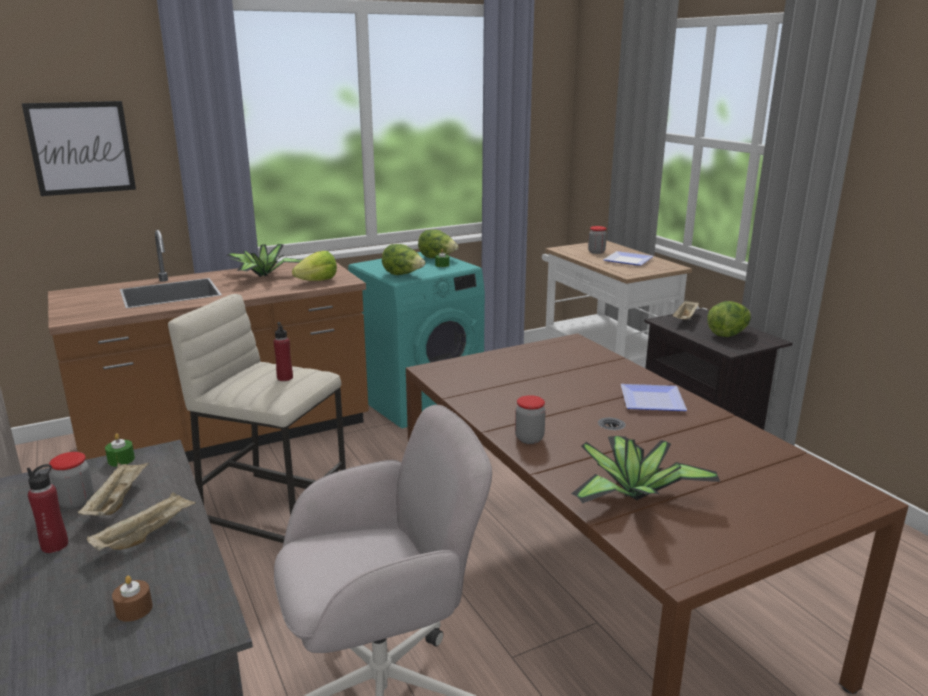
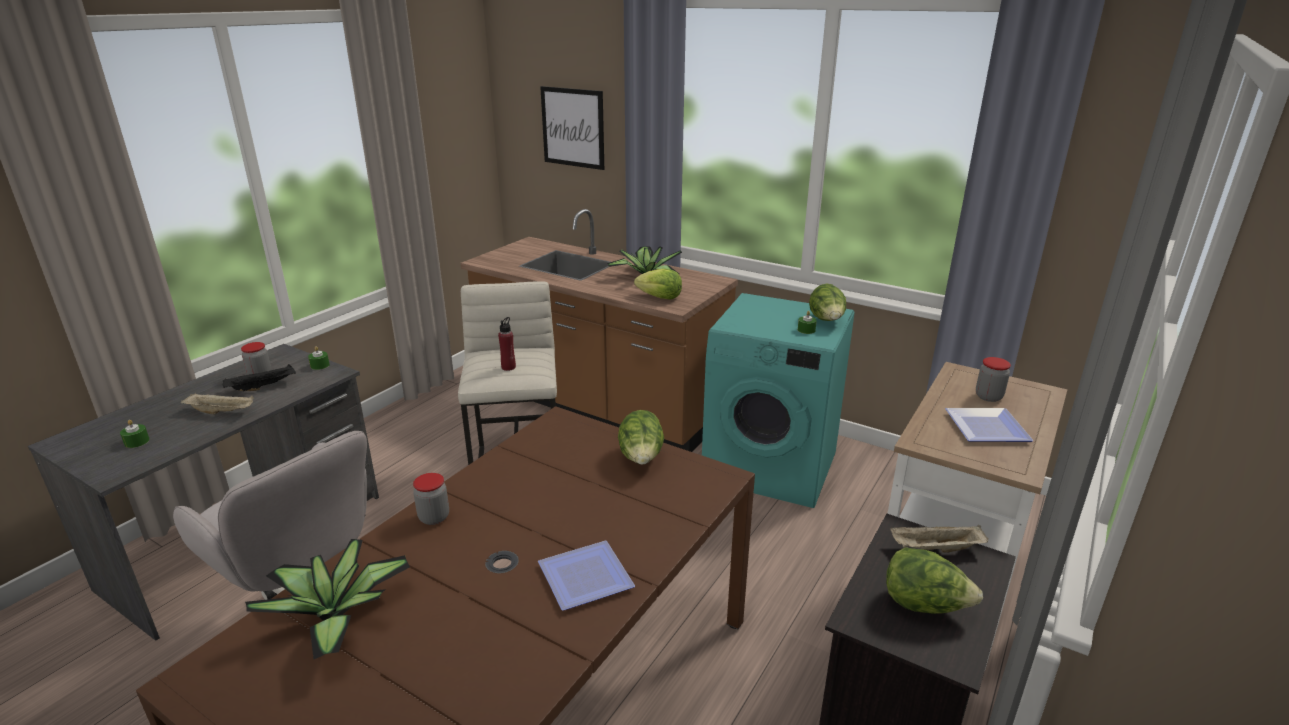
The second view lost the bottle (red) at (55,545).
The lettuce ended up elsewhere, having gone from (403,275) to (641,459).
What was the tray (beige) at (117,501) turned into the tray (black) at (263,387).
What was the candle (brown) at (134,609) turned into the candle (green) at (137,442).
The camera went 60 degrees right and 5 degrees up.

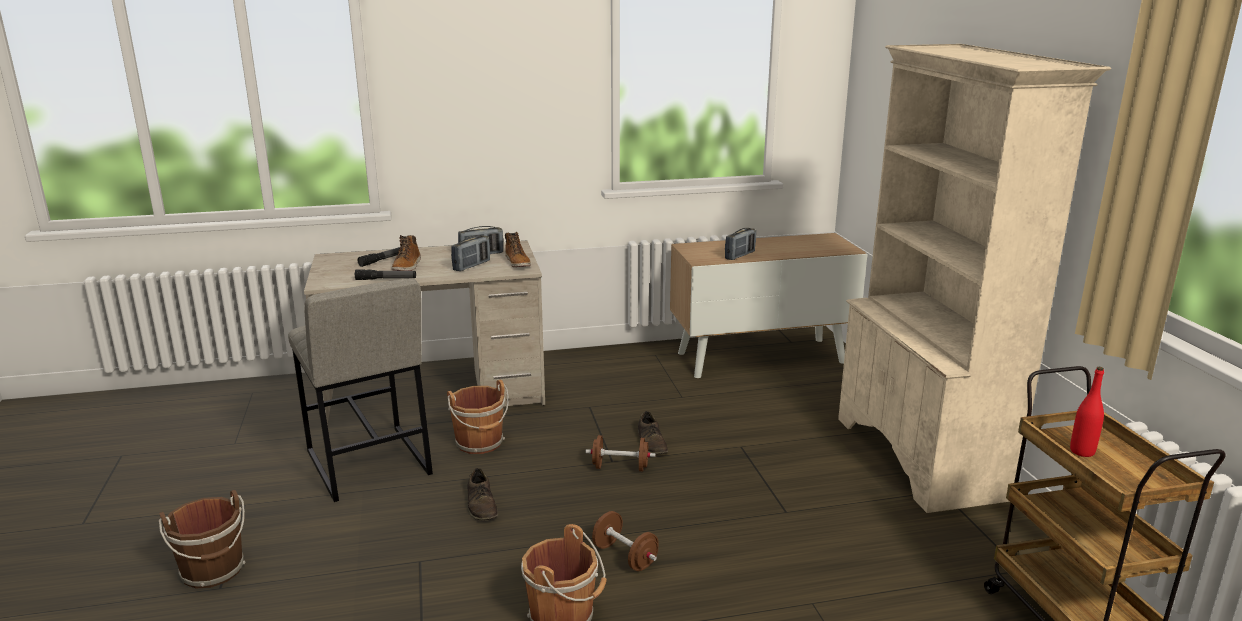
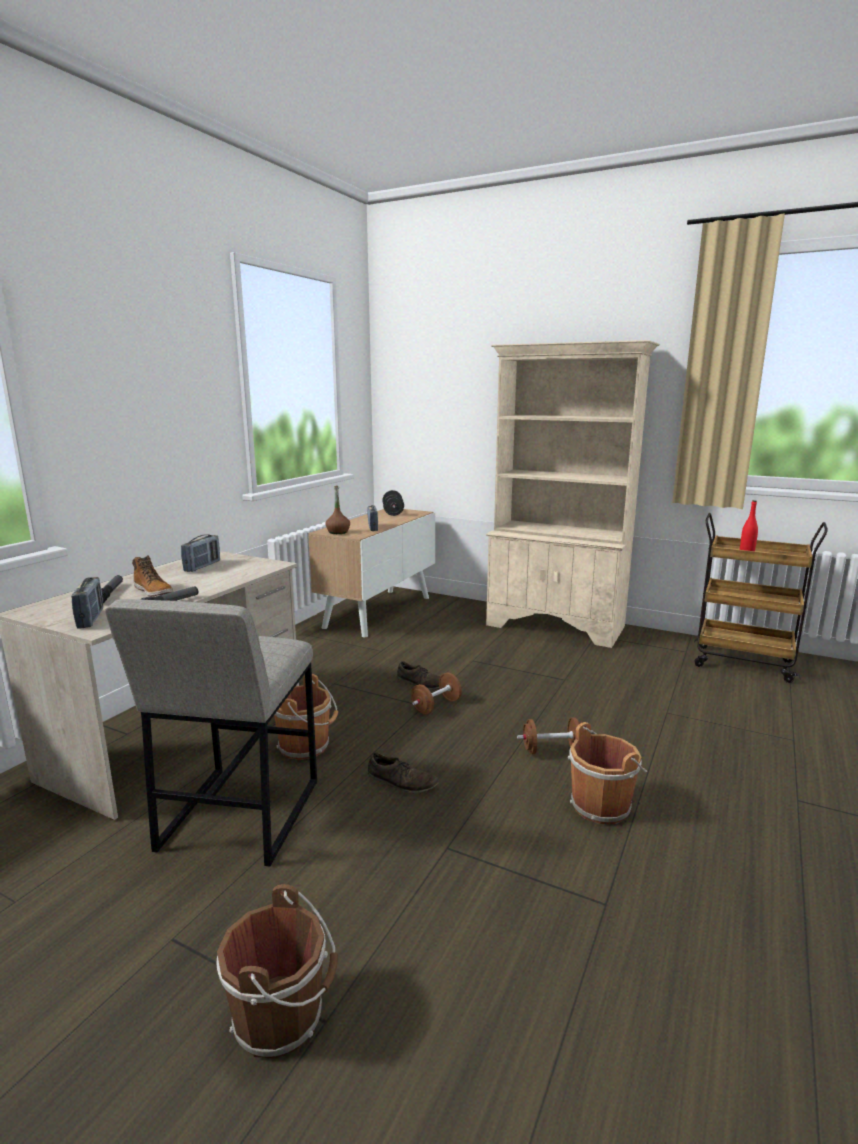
The second view lost the boot at (518,262).
The second view gained the bottle (brown) at (338,532).
The second view gained the dumbbell (black) at (393,512).
The radio ended up elsewhere, having gone from (471,266) to (90,619).
The chair (grey) at (369,464) ended up facing another way, 90 degrees clockwise from before.
The camera went 50 degrees left and 5 degrees down.

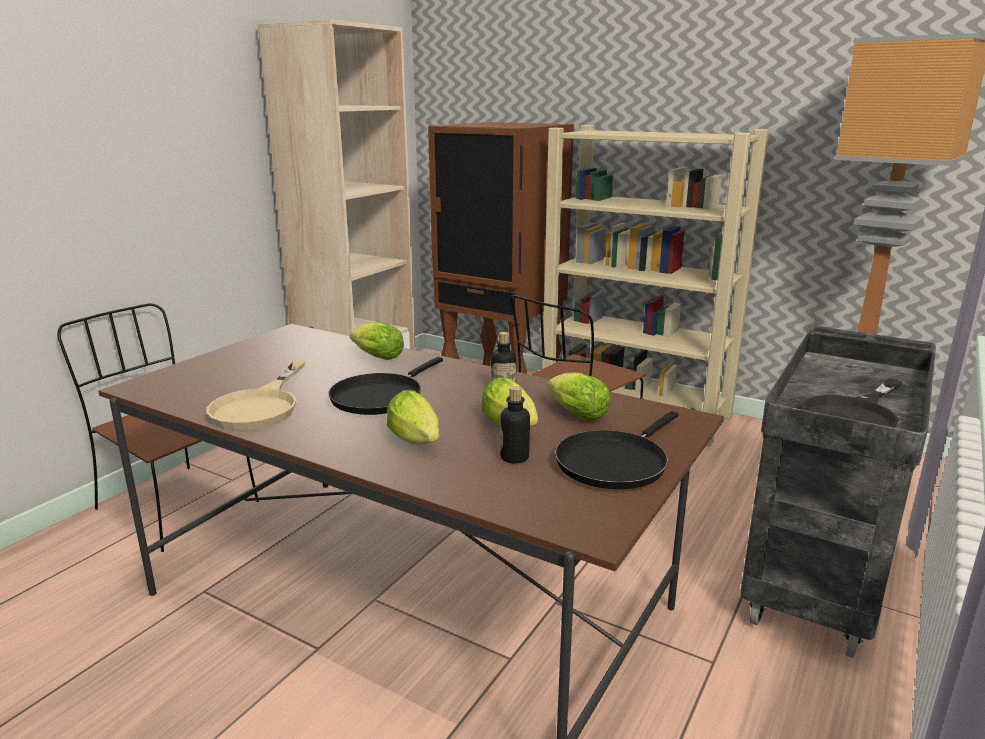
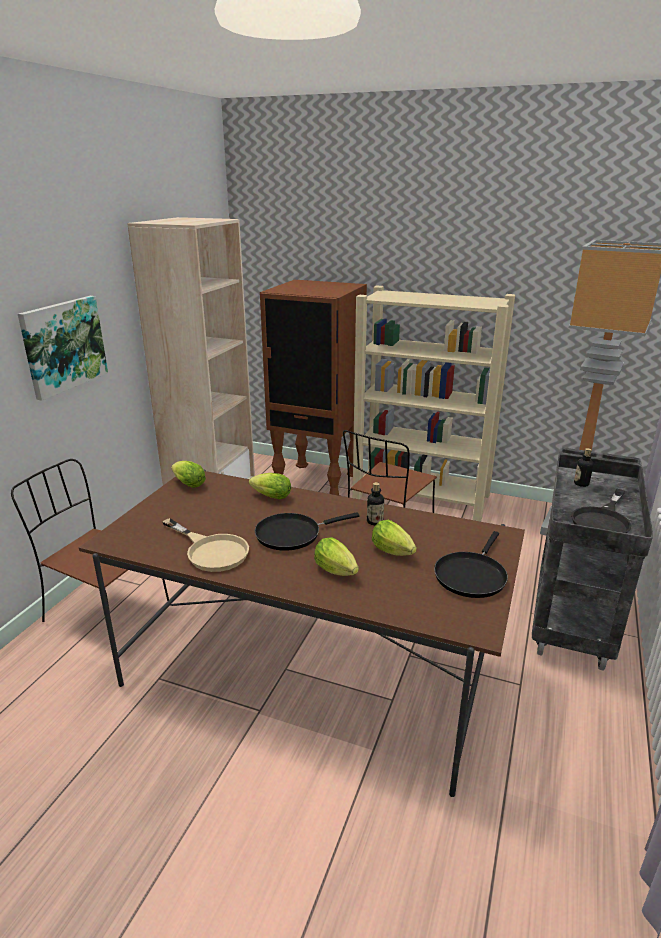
The second view gained the picture at (63,345).
The bottle ended up elsewhere, having gone from (514,457) to (581,483).
The lettuce ended up elsewhere, having gone from (575,414) to (187,484).
The frying pan (beige) at (260,406) ended up facing another way, 45 degrees counterclockwise from before.
The frying pan (black) at (380,397) ended up facing another way, 45 degrees clockwise from before.
The camera went 10 degrees left and 5 degrees up.

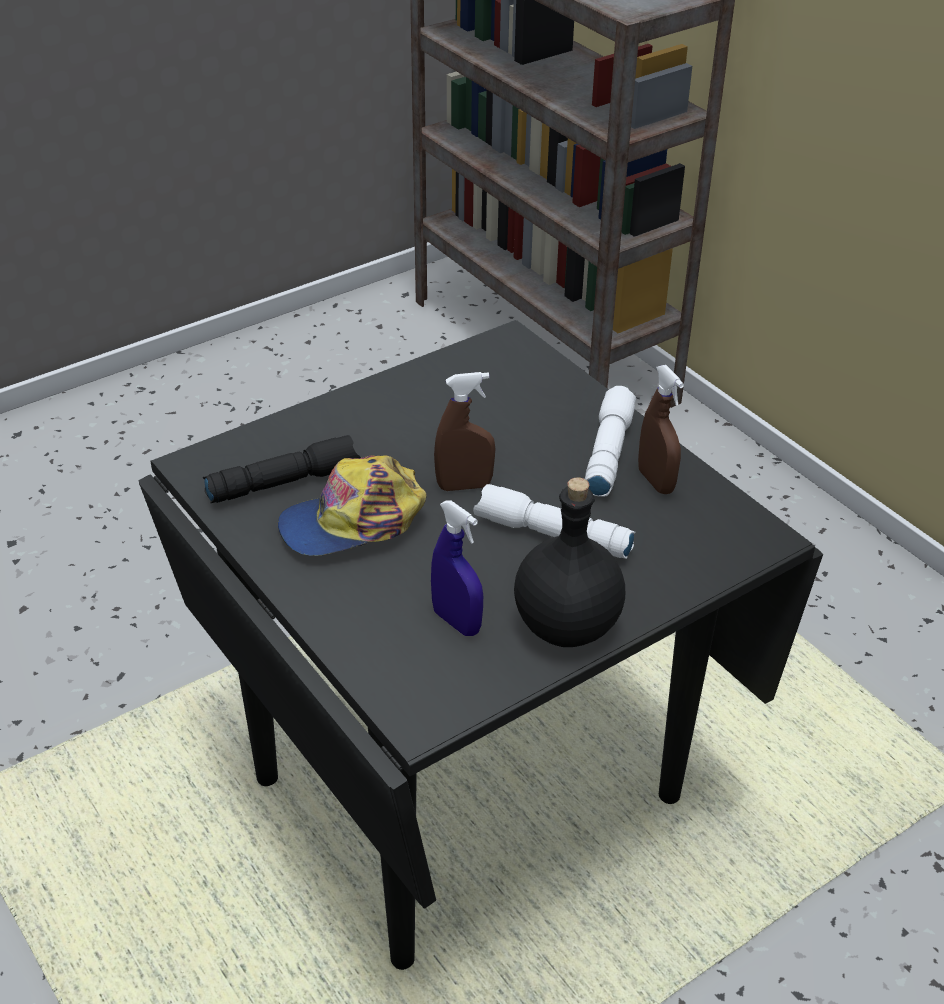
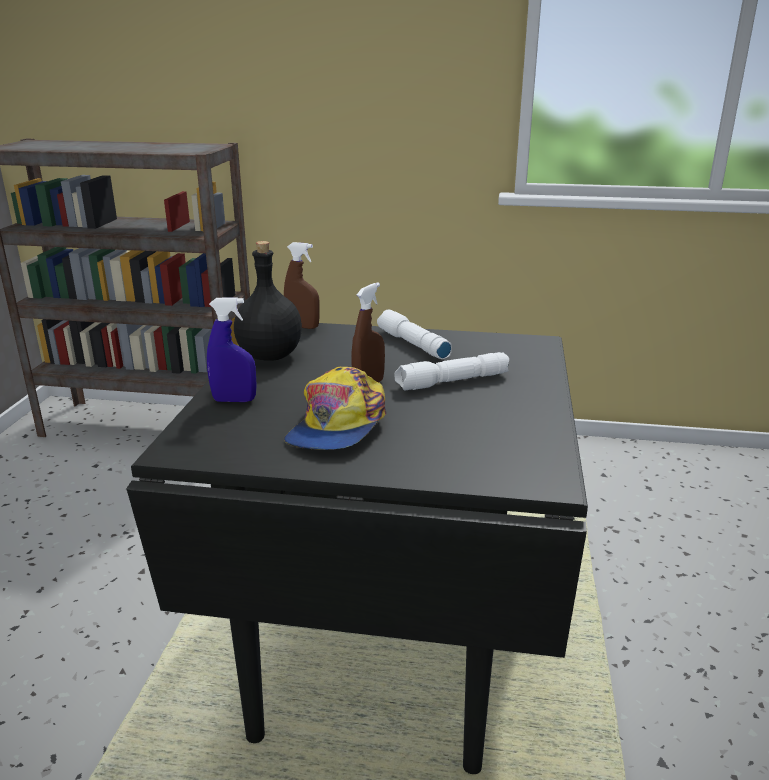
The second view lost the flashlight (black) at (284,481).
The spray bottle (blue) ended up elsewhere, having gone from (456,622) to (234,400).
The bottle (black) ended up elsewhere, having gone from (567,628) to (271,356).
The spray bottle (brown) ended up elsewhere, having gone from (656,481) to (302,327).
The camera went 45 degrees left and 15 degrees down.

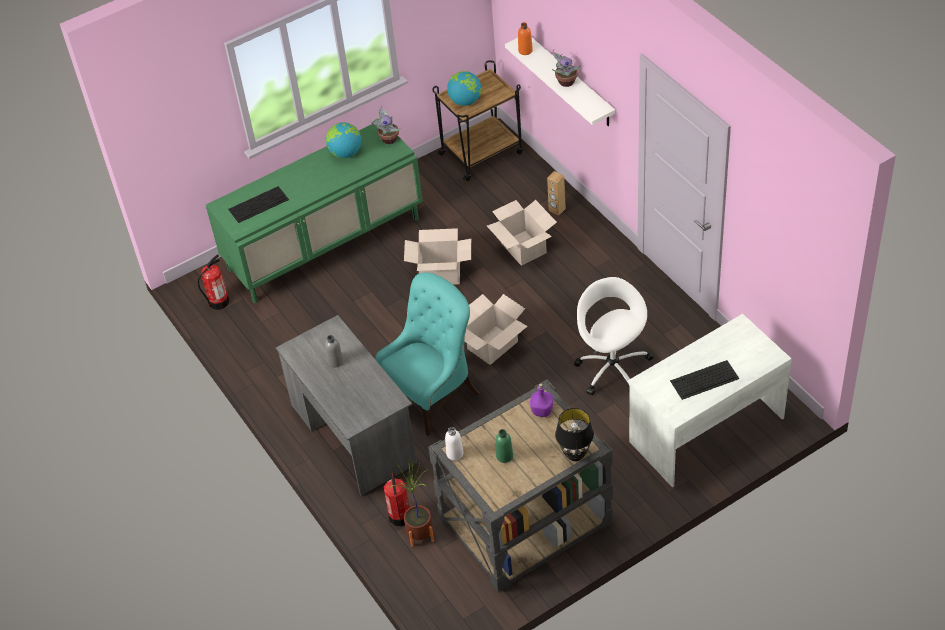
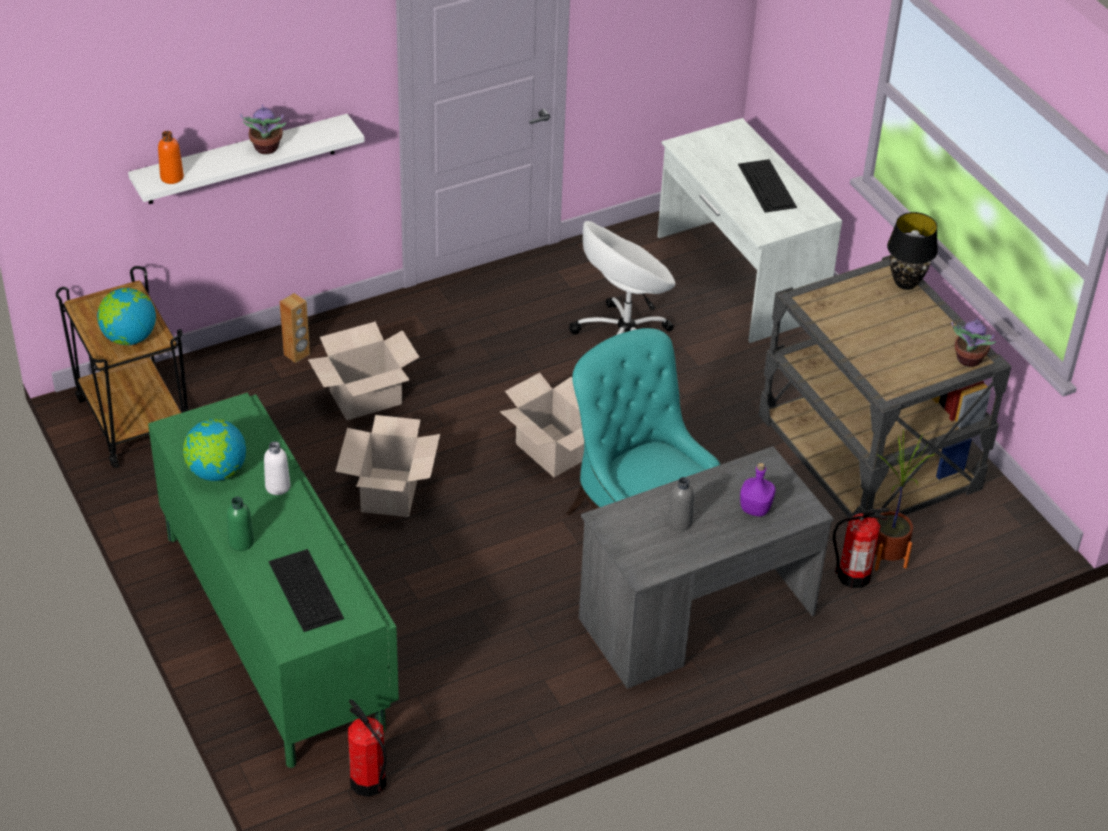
The potted plant ended up elsewhere, having gone from (388,139) to (968,360).
The bottle (white) ended up elsewhere, having gone from (455,453) to (277,486).
The bottle (green) ended up elsewhere, having gone from (504,456) to (241,542).
The bottle (purple) ended up elsewhere, having gone from (542,411) to (755,508).
The camera went 90 degrees left and 5 degrees down.

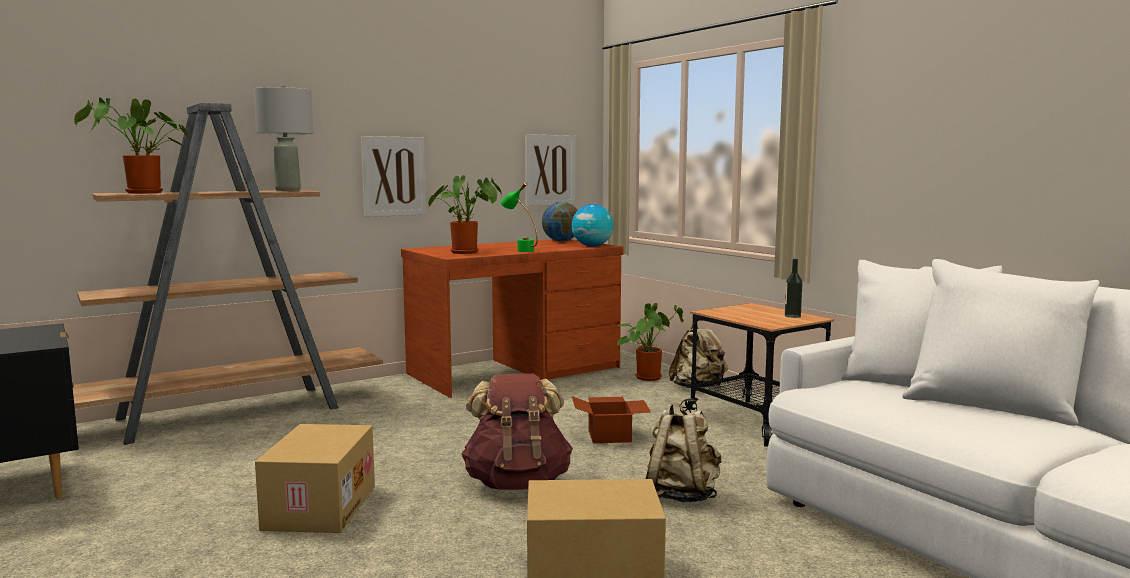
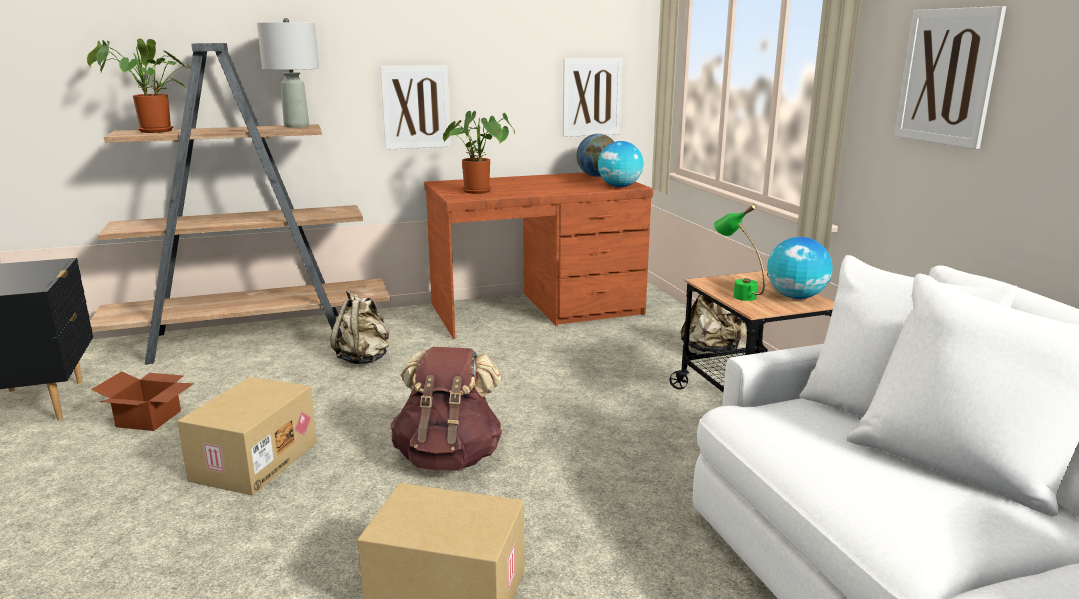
The second view lost the potted plant at (648,377).
The second view gained the picture at (947,77).
The table lamp (green) ended up elsewhere, having gone from (520,250) to (737,294).
The cardboard box ended up elsewhere, having gone from (611,436) to (149,419).
The backpack (beige) ended up elsewhere, having gone from (681,495) to (364,359).
Where the bottle stood at (792,316), the globe came to stand at (795,297).
The camera went 15 degrees right and 10 degrees up.

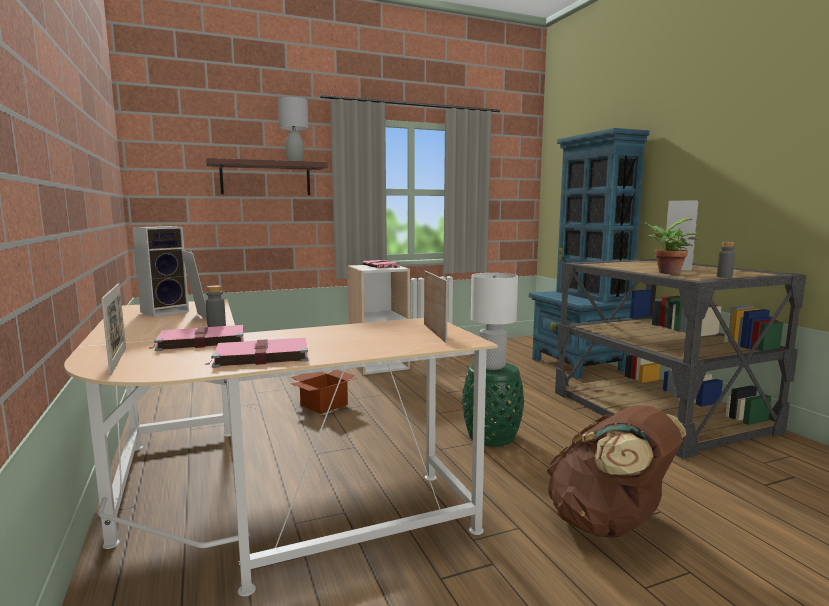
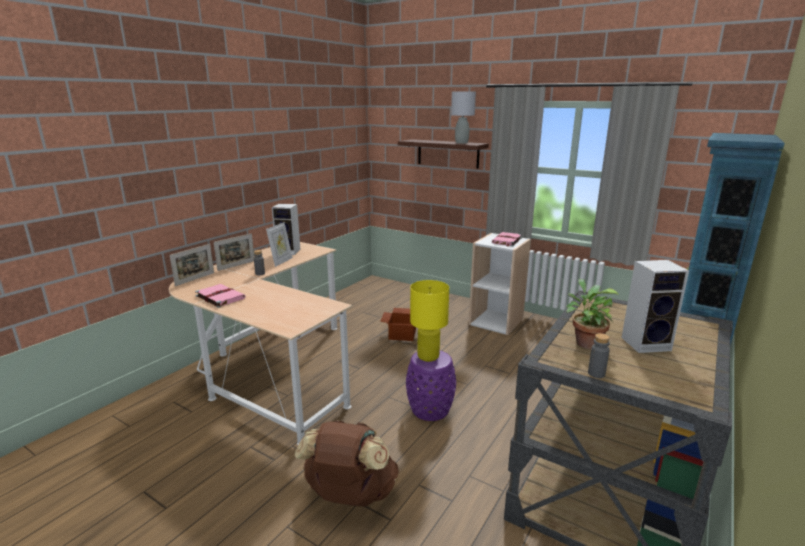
The second view lost the book (pink) at (200,341).
The picture frame ended up elsewhere, having gone from (434,333) to (236,265).
What was the stool (green) at (492,436) turned into the stool (purple) at (430,410).
What was the table lamp (white) at (491,368) turned into the table lamp (yellow) at (428,358).
The camera went 55 degrees right and 10 degrees up.

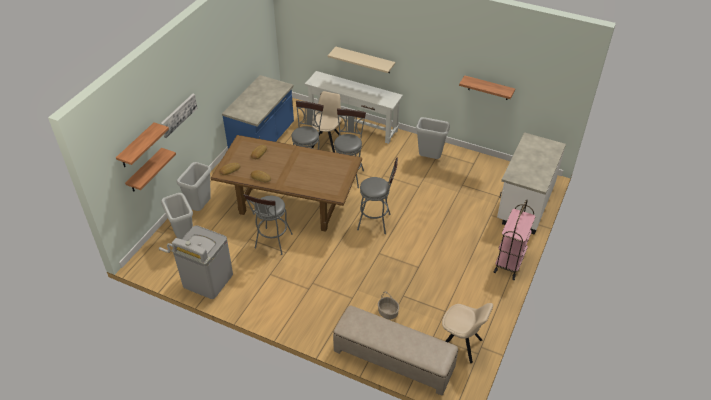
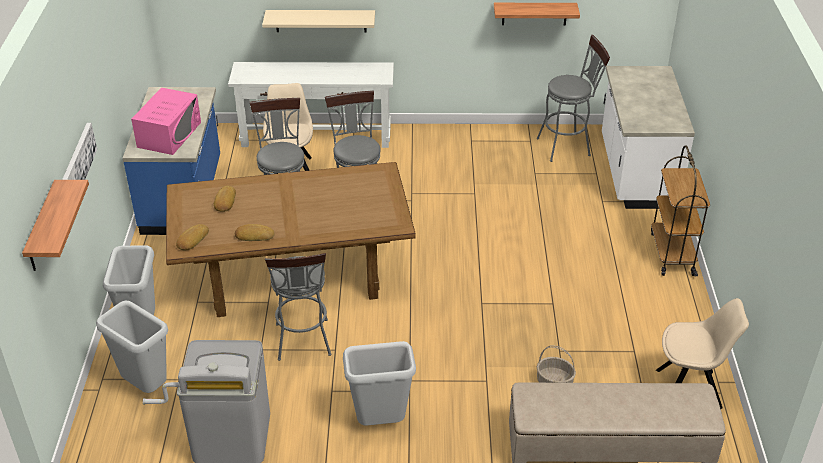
The second view lost the shelf at (145,171).
The second view gained the microwave (pink) at (169,134).
The stool (grey) ended up elsewhere, having gone from (377,222) to (568,146).
The trash can (grey) ended up elsewhere, having gone from (429,159) to (380,424).
What was the cart (pink) at (510,261) turned into the cart (brown) at (672,253).
The camera went 25 degrees left and 5 degrees down.

